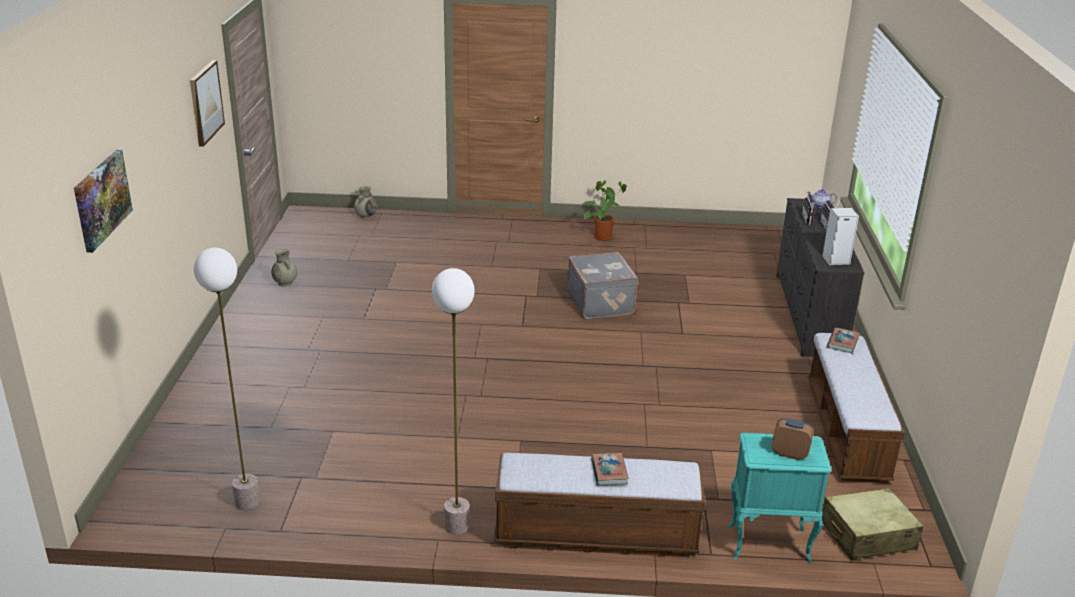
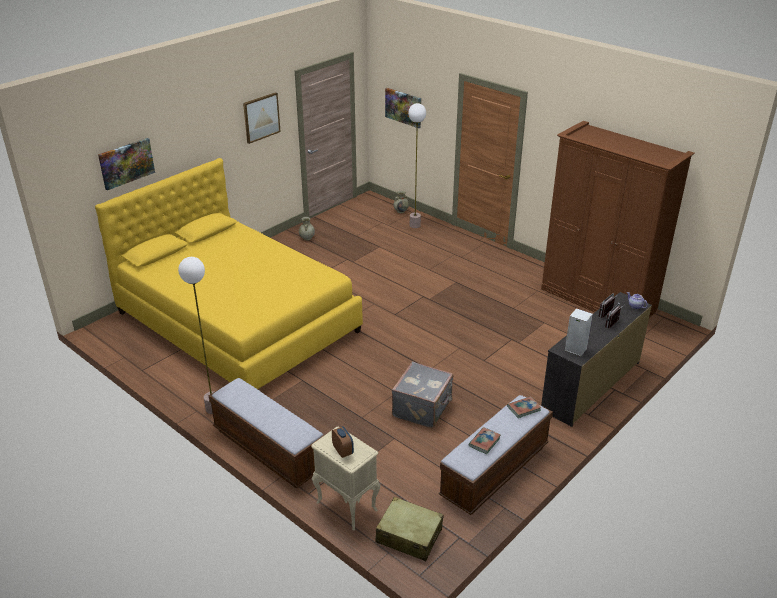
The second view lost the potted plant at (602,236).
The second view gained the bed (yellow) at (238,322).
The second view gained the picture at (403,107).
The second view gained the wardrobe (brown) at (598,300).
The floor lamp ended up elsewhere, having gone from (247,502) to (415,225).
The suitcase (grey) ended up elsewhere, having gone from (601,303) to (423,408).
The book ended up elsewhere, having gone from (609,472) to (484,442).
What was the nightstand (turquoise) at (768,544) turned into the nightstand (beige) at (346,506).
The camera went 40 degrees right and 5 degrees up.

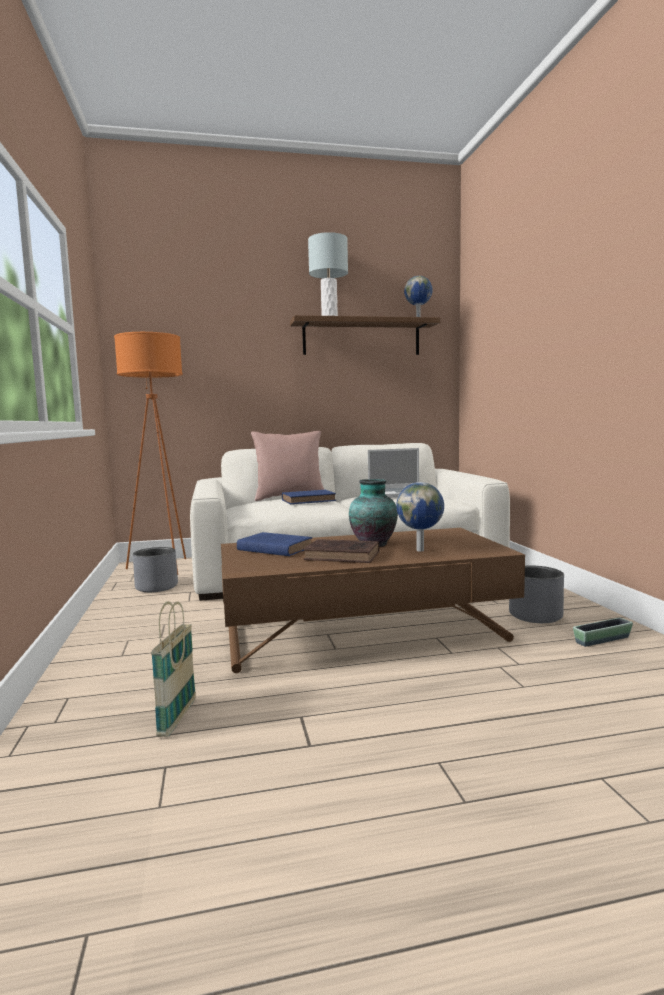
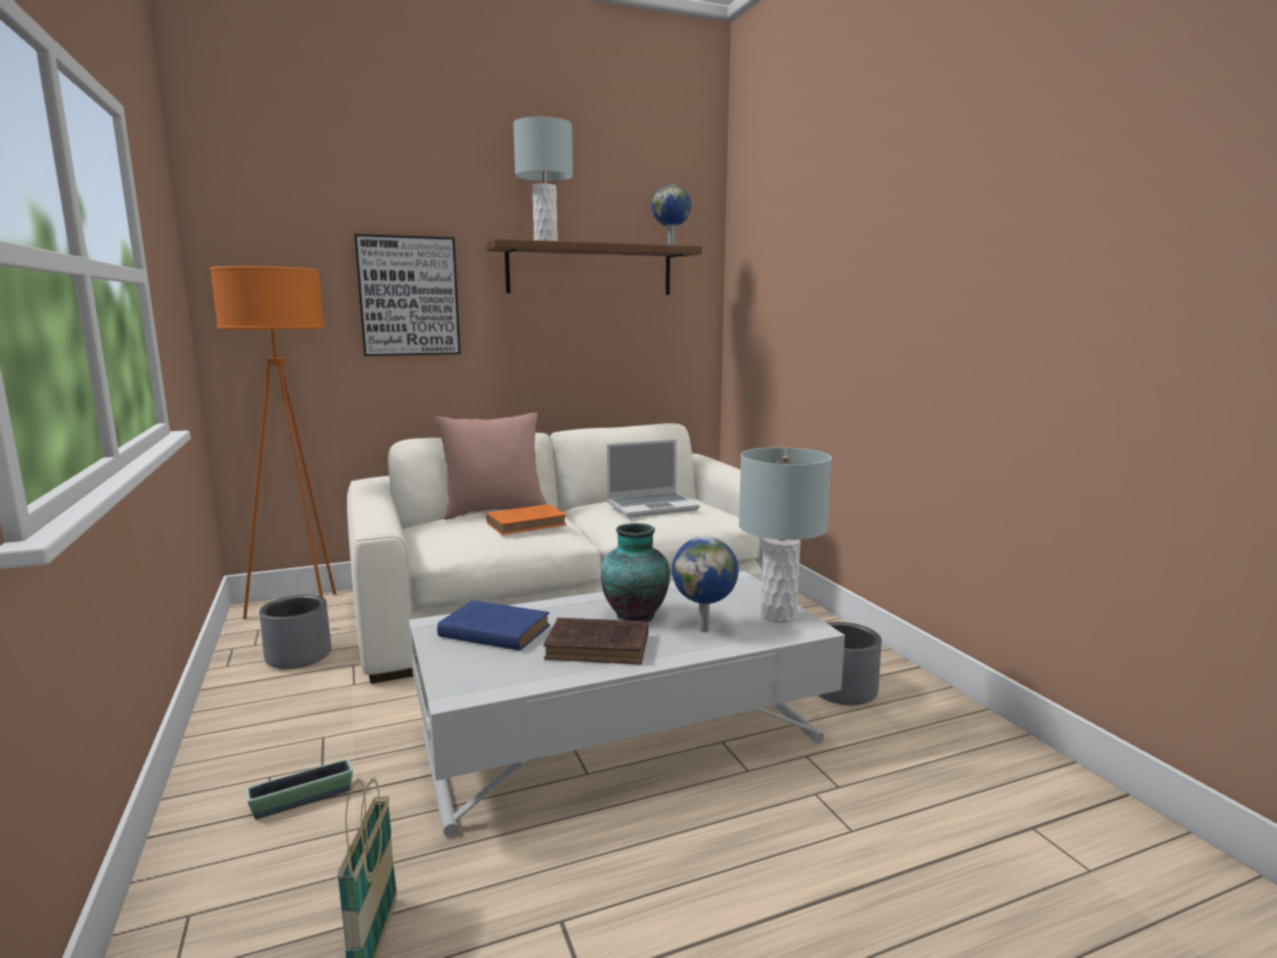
The second view gained the picture at (408,296).
The second view gained the table lamp (grey) at (779,616).
The planter ended up elsewhere, having gone from (602,640) to (303,800).
What was the coffee table (brown) at (365,633) turned into the coffee table (white) at (624,740).
What was the book (blue) at (310,500) turned into the book (orange) at (528,524).
The camera went 10 degrees left and 5 degrees up.

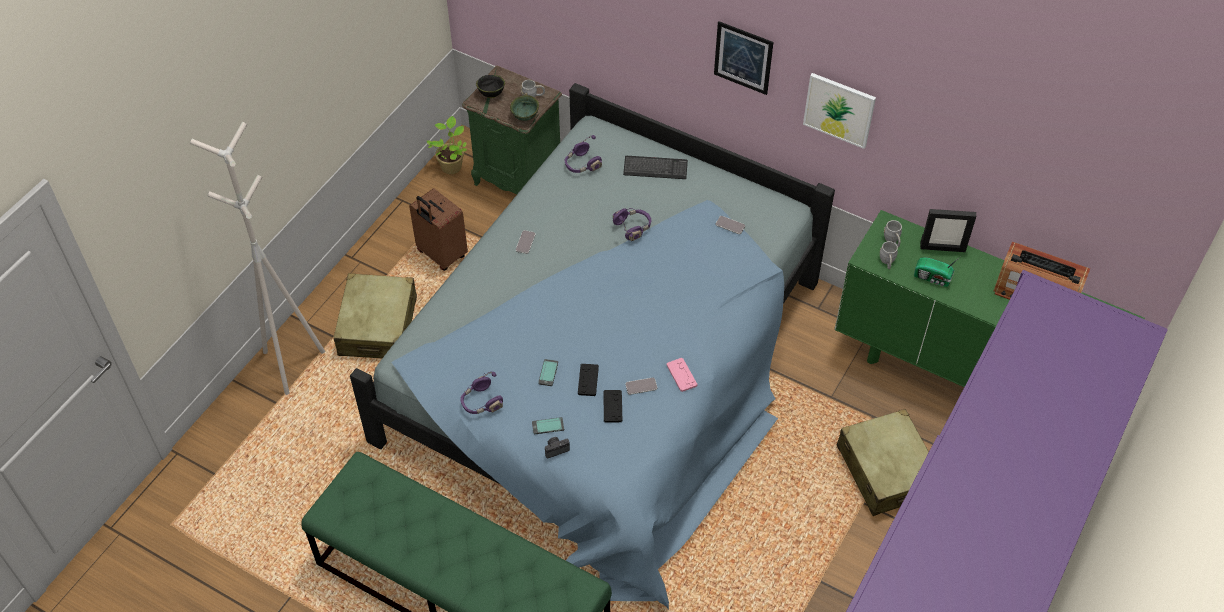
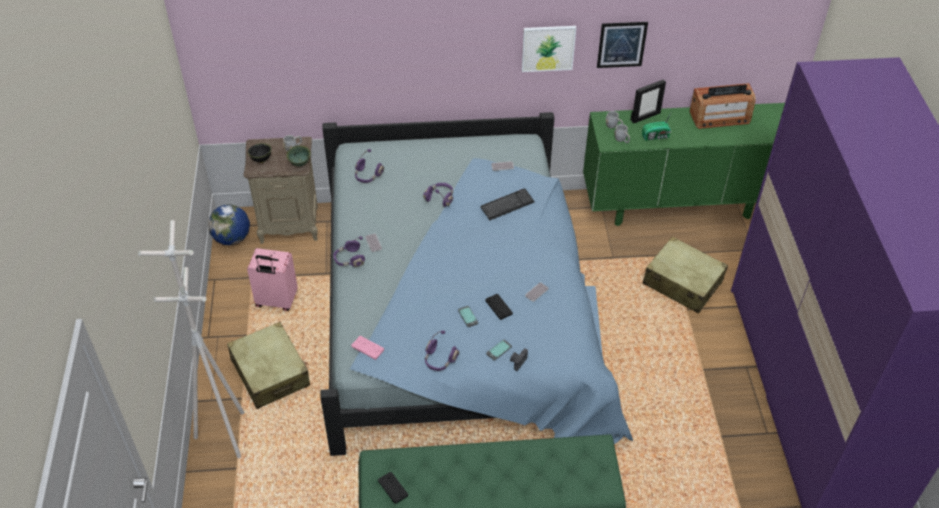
The second view gained the headphones (purple) at (349,259).
The game controller (black) ended up elsewhere, having gone from (612,406) to (393,488).
The keyboard ended up elsewhere, having gone from (655,168) to (507,205).
The game controller (pink) ended up elsewhere, having gone from (681,375) to (367,348).
The picture ended up elsewhere, having gone from (743,57) to (621,44).
Where the potted plant stood at (451,165), the globe came to stand at (232,238).
What was the suitcase (brown) at (441,255) turned into the suitcase (pink) at (276,301).
What was the nightstand (green) at (517,180) turned into the nightstand (beige) at (290,225).
The camera went 35 degrees left and 5 degrees down.

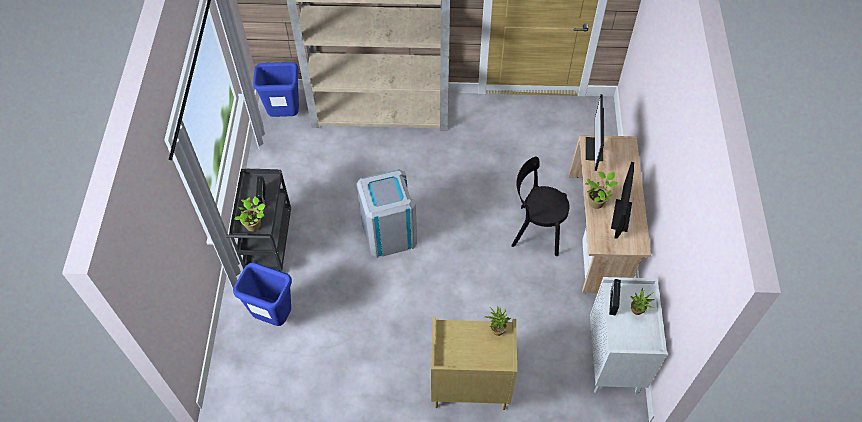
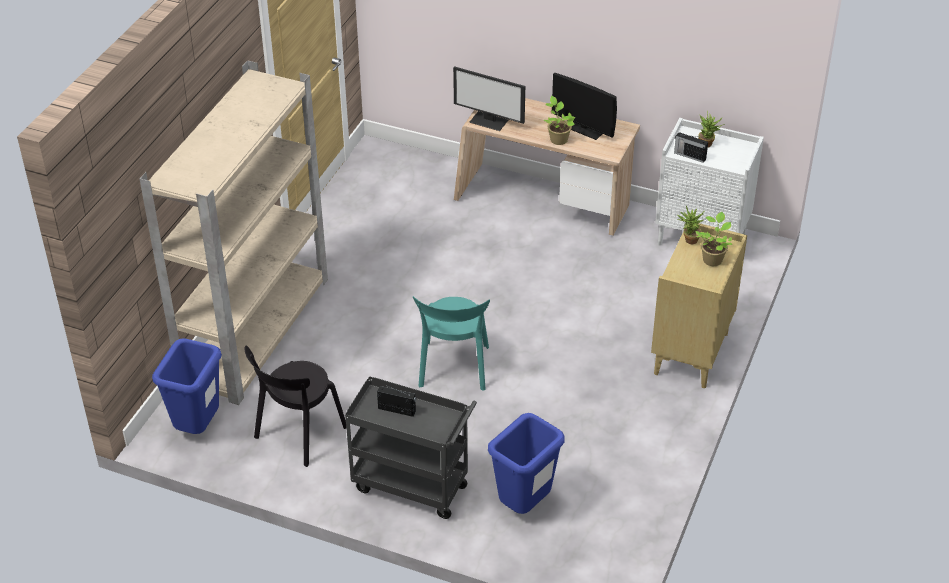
The potted plant ended up elsewhere, having gone from (254,225) to (712,259).
The chair (black) ended up elsewhere, having gone from (535,230) to (298,435).
Where the trash can (grey) stood at (389,233), the chair (turquoise) came to stand at (453,369).
The camera went 70 degrees left and 15 degrees down.

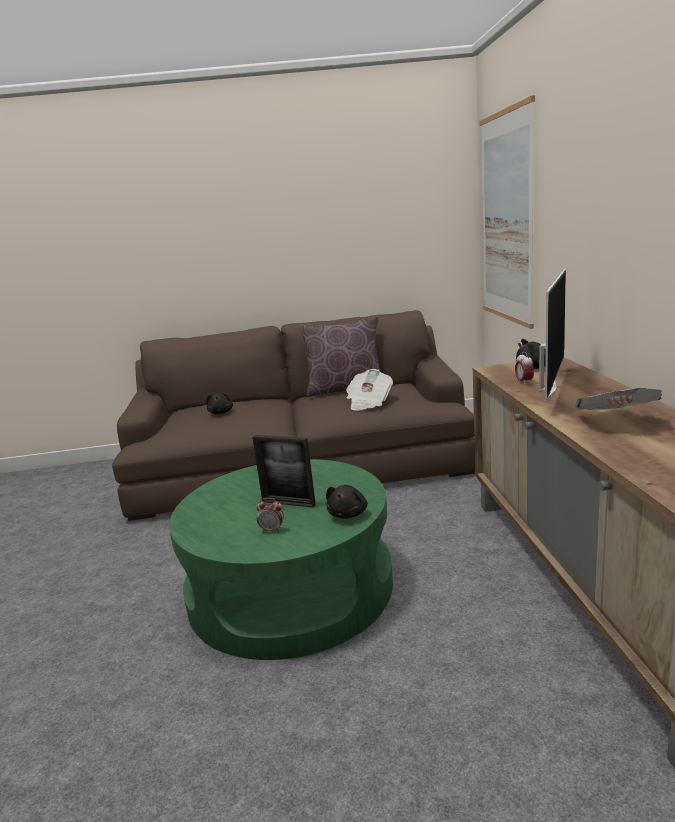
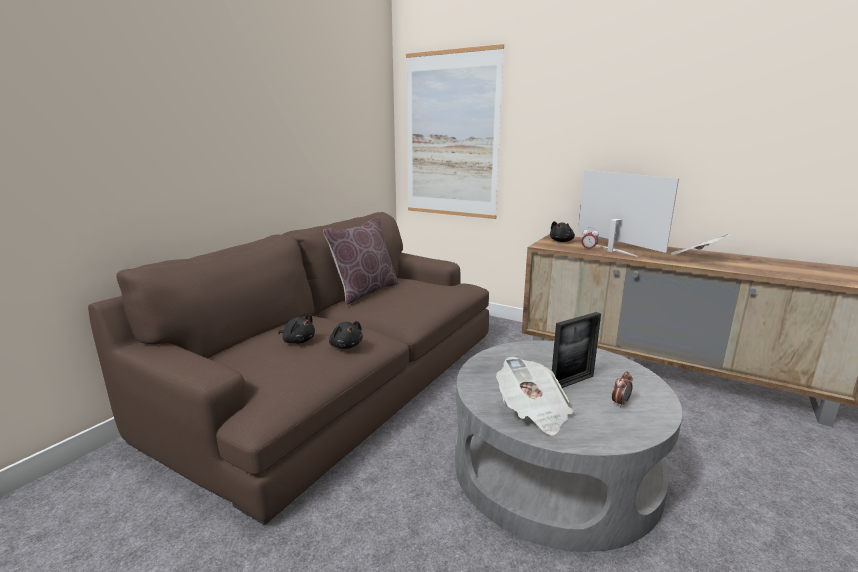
The plush toy (black) ended up elsewhere, having gone from (348,514) to (346,346).
The newspaper ended up elsewhere, having gone from (368,403) to (533,412).
What was the coffee table (green) at (291,586) turned into the coffee table (grey) at (554,466).
The camera went 55 degrees left and 0 degrees up.

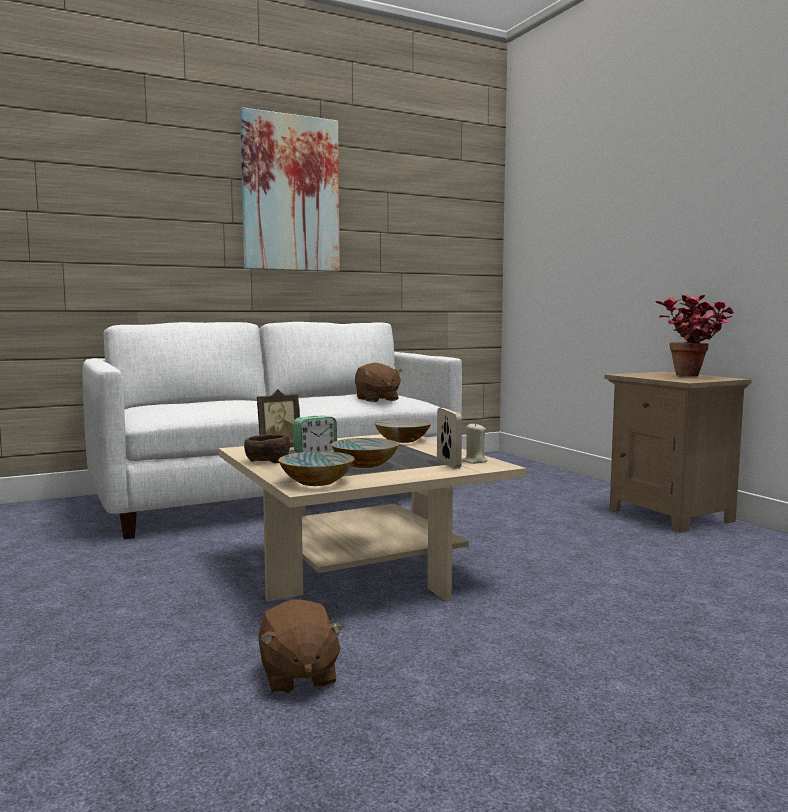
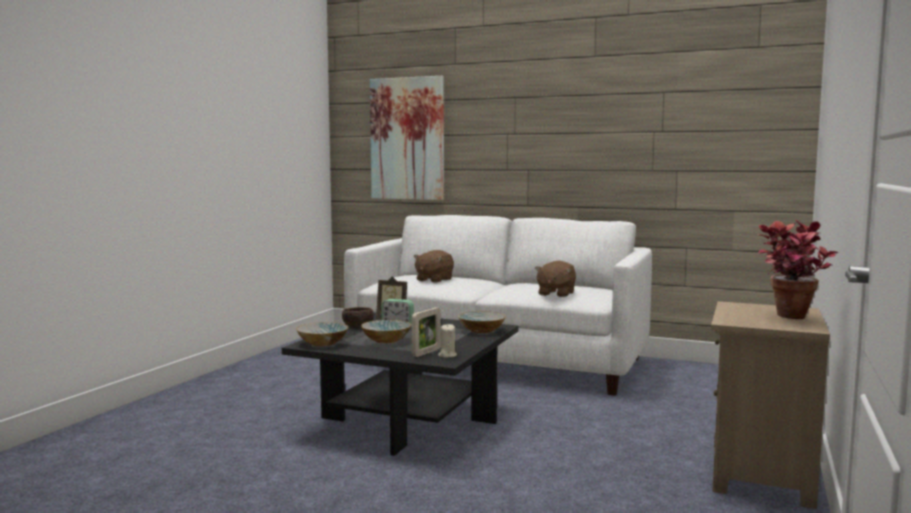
The picture ended up elsewhere, having gone from (291,193) to (407,139).
The plush toy (brown) ended up elsewhere, having gone from (298,676) to (433,280).
What was the coffee table (beige) at (362,568) turned into the coffee table (black) at (408,420).
The camera went 50 degrees right and 0 degrees up.

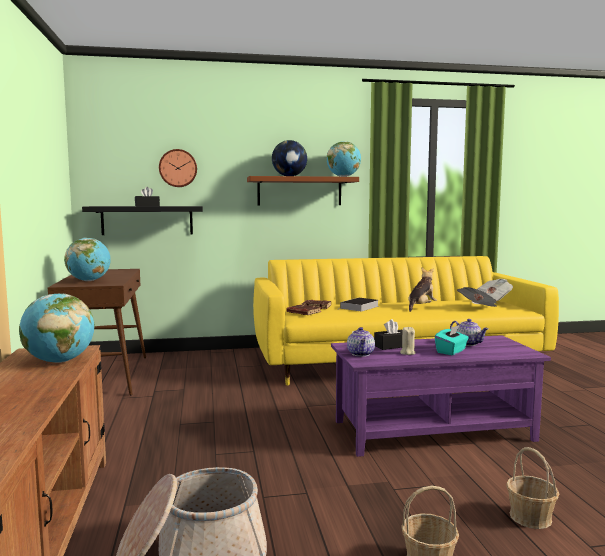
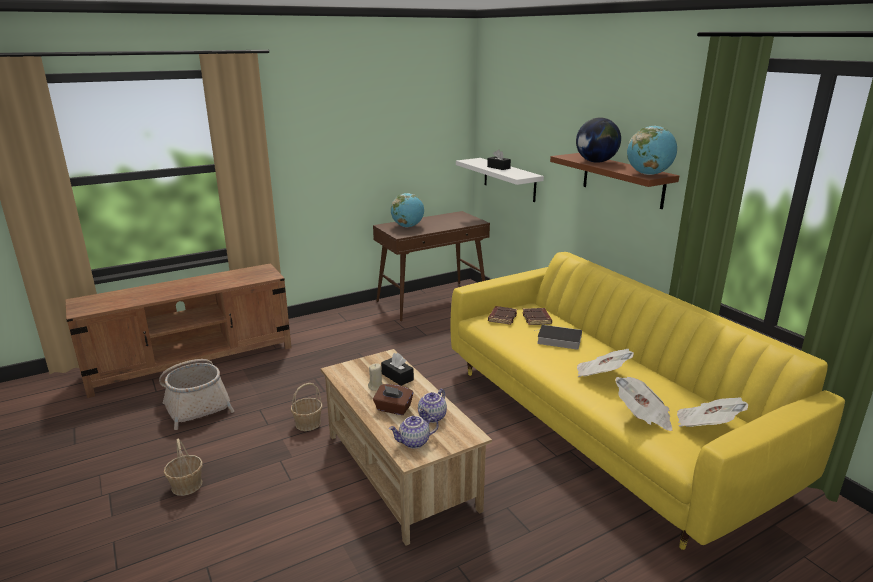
The second view lost the globe at (59,361).
The second view lost the wall clock at (178,168).
The teapot ended up elsewhere, having gone from (361,354) to (414,442).
The basket ended up elsewhere, having gone from (530,517) to (307,423).
Where the plush toy stood at (421,307), the newspaper came to stand at (601,375).
What was the shelf (black) at (147,220) turned into the shelf (white) at (509,179).
What was the coffee table (purple) at (433,430) turned into the coffee table (beige) at (400,470).
What was the tissue box (turquoise) at (451,351) turned into the tissue box (brown) at (393,409).
The camera went 70 degrees right and 15 degrees up.

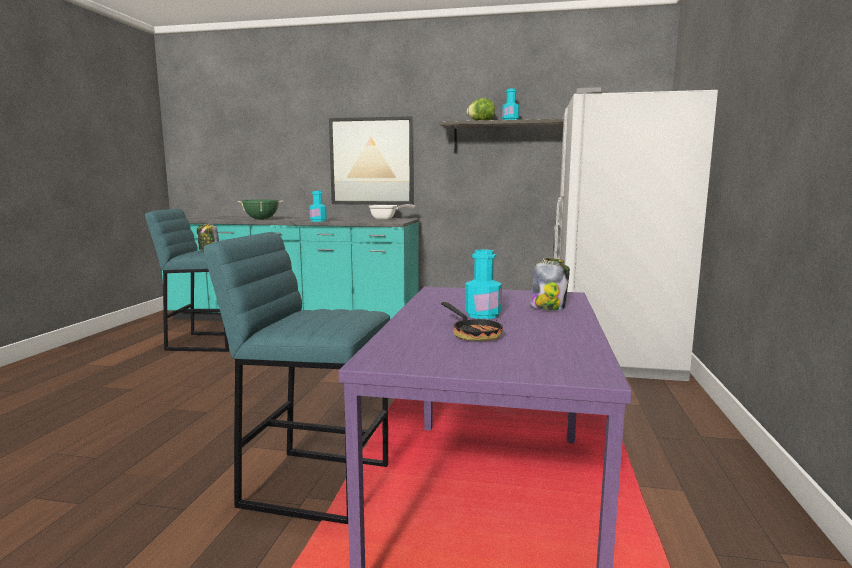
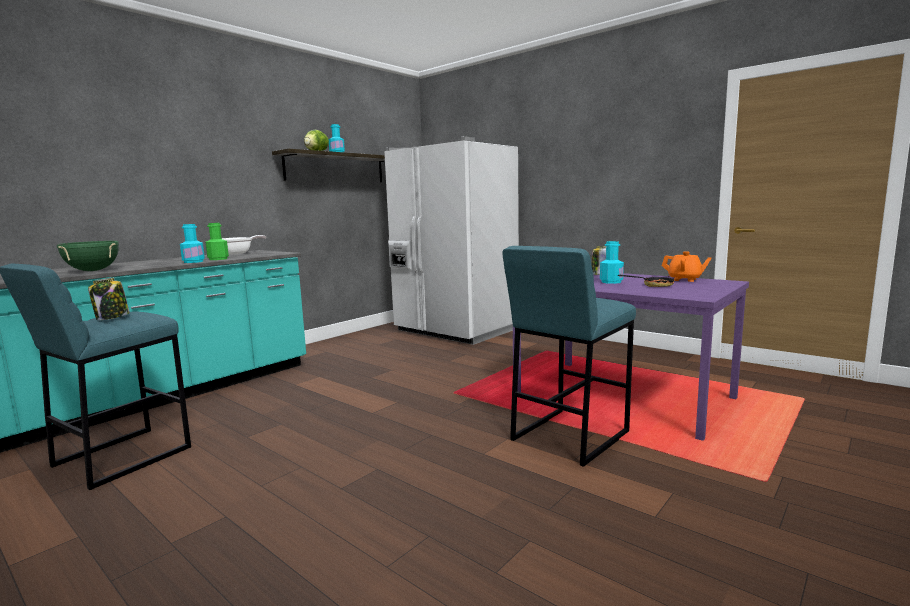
The second view lost the picture at (372,161).
The second view gained the bottle (green) at (218,259).
The second view gained the teapot (orange) at (685,280).
The camera went 60 degrees left and 0 degrees up.

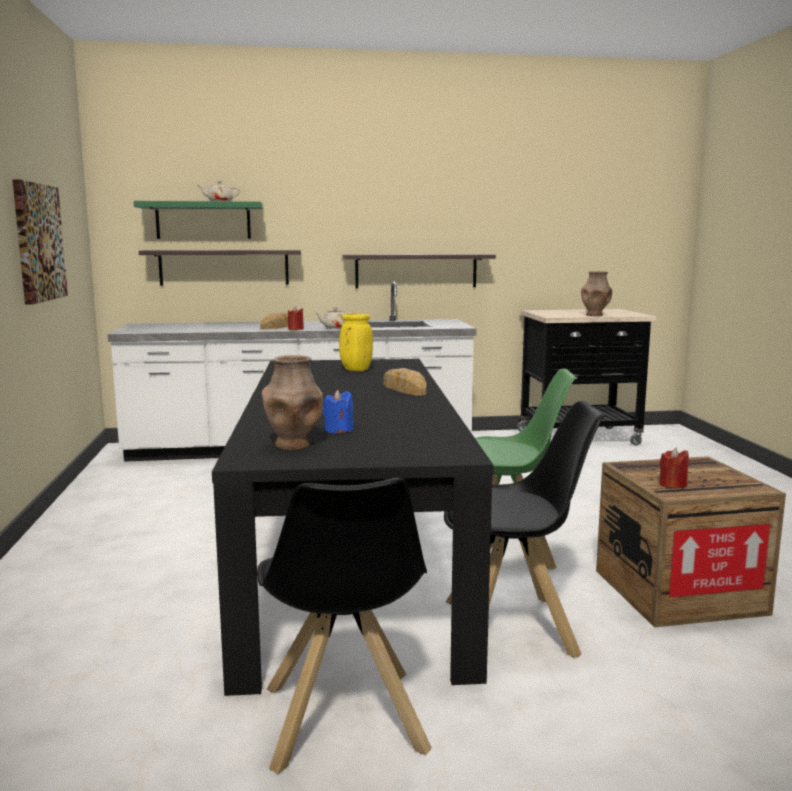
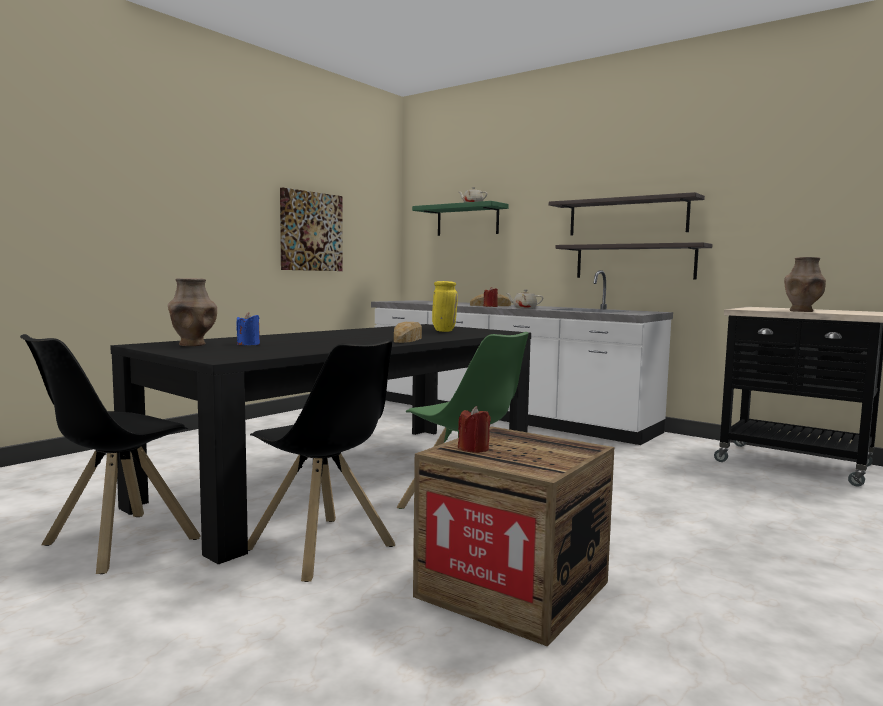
The shelf ended up elsewhere, having gone from (224,267) to (627,217).
The camera went 45 degrees right and 5 degrees down.

